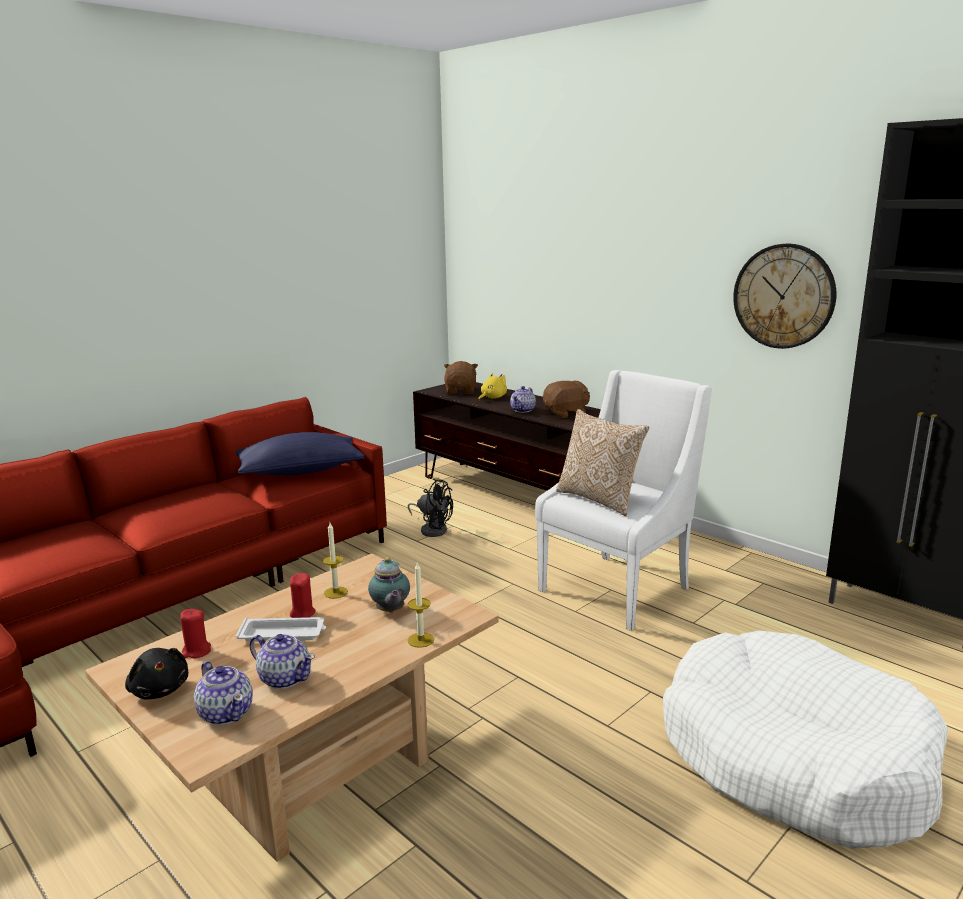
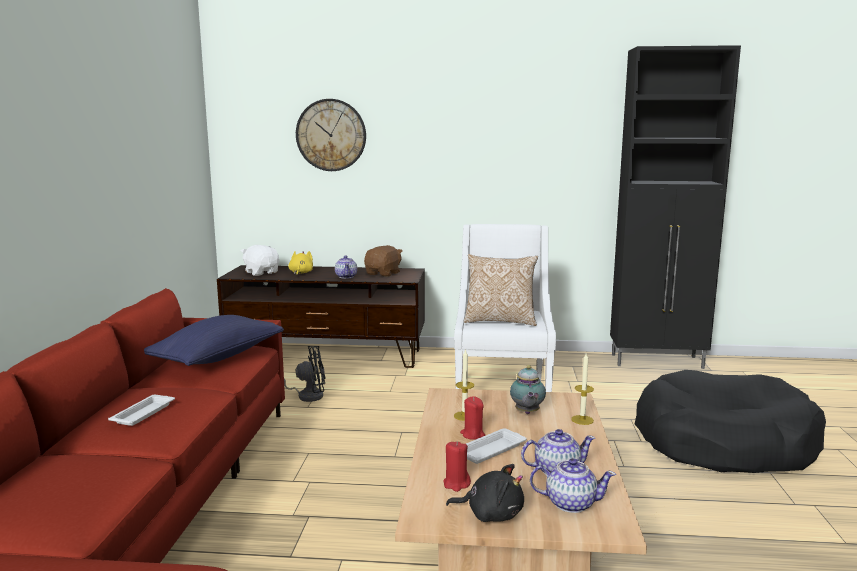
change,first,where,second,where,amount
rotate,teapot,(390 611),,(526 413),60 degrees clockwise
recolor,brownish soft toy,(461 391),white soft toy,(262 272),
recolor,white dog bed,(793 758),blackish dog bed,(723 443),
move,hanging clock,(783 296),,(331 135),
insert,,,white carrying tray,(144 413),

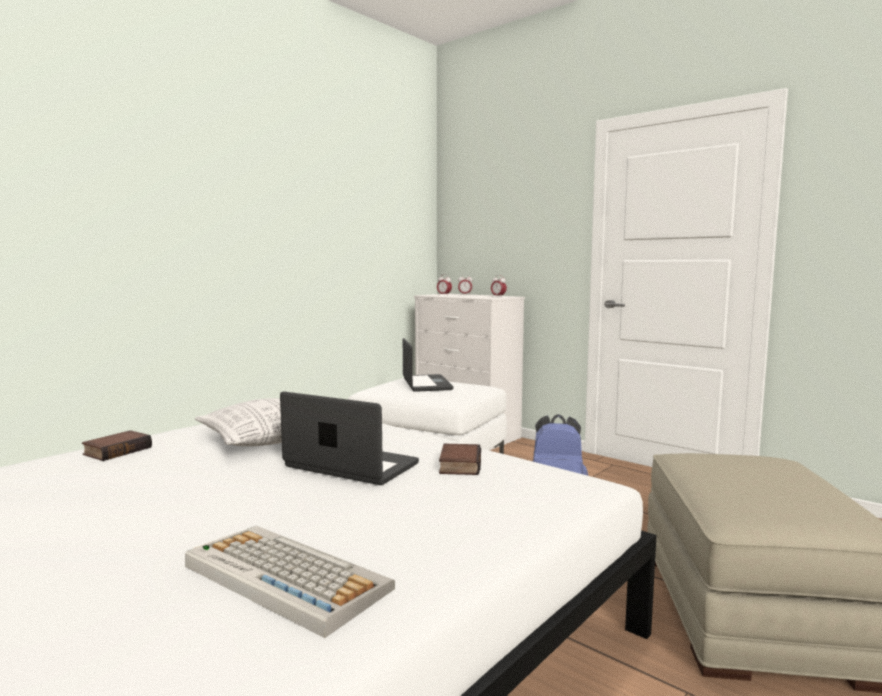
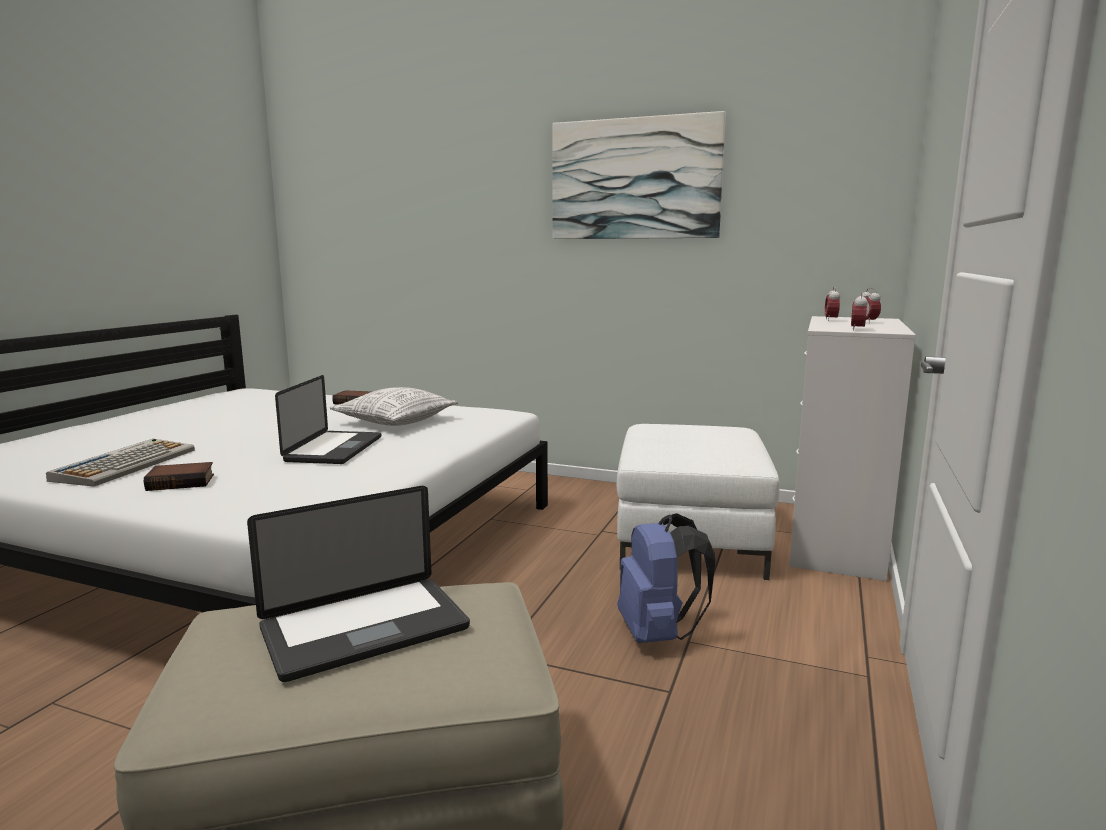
change,first,where,second,where,amount
move,notebook computer,(426 384),,(365 629),
move,bound book,(458 464),,(182 482),
insert,,,wall art,(635 179),

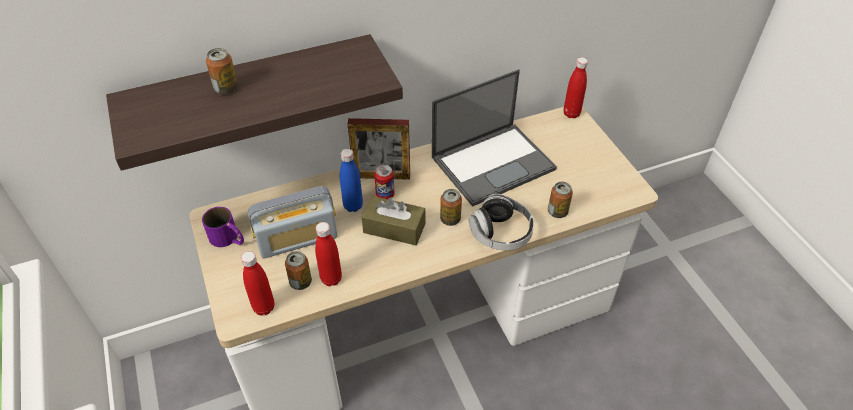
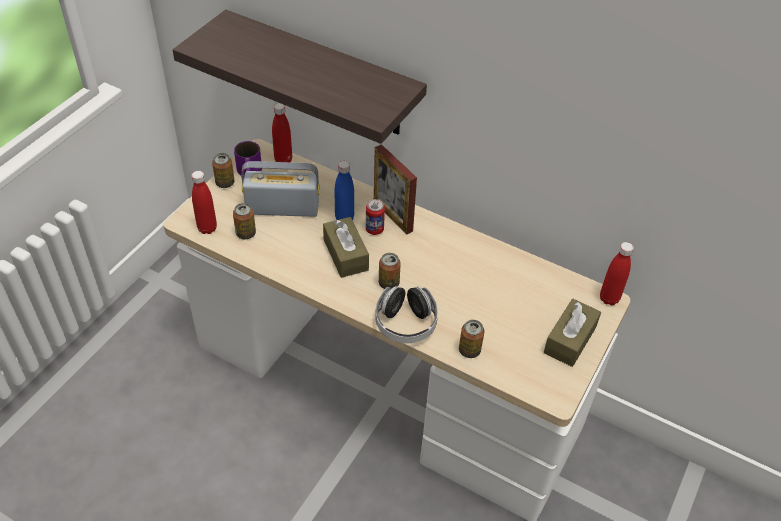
change,first,where,second,where,amount
move,metal can,(226 89),,(225 183),
rotate,radio,(297 239),,(282 208),150 degrees clockwise
move,red-coloured bottle,(331 279),,(283 160),
delete,notebook computer,(494 162),,,
insert,,,brownish tissue box,(570 340),

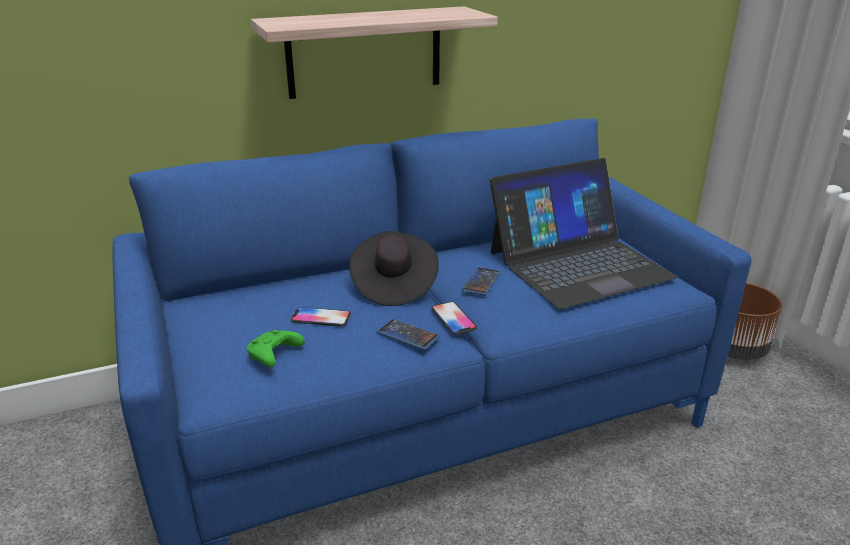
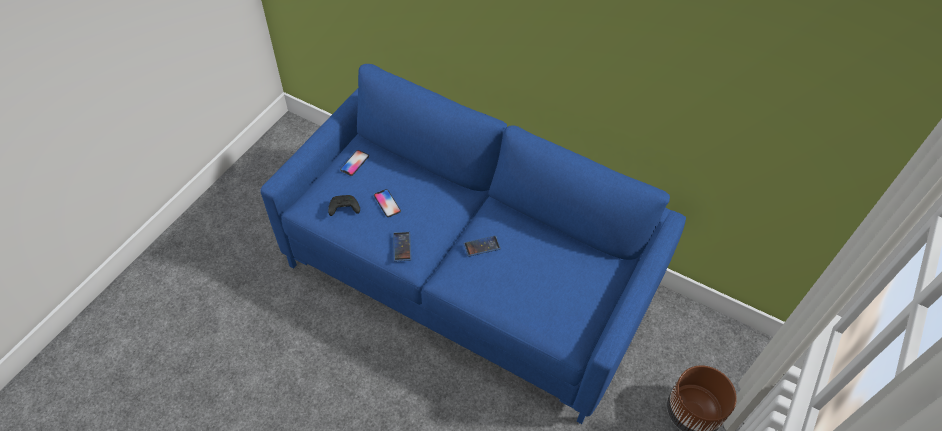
change,first,where,second,where,amount
recolor,greenish gamepad,(274 356),blackish gamepad,(343 209),
delete,shelf,(364 52),,,
delete,blackish clothing hat,(393 285),,,
move,phone,(453 319),,(354 163),
delete,notebook computer,(578 264),,,

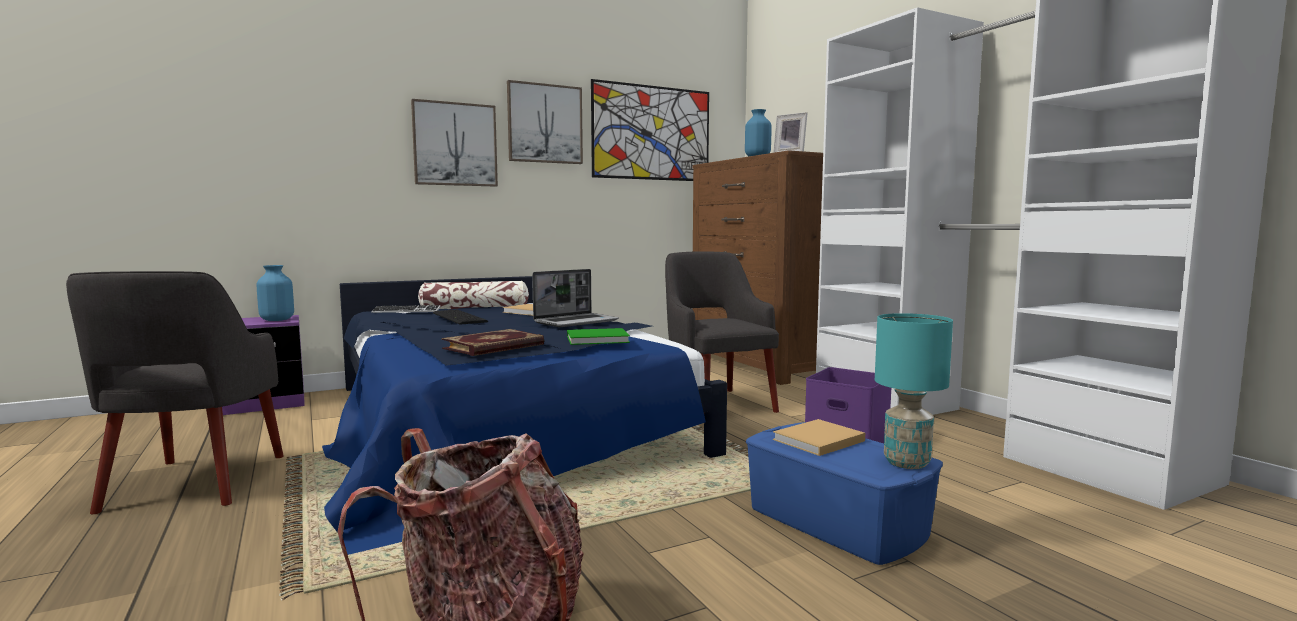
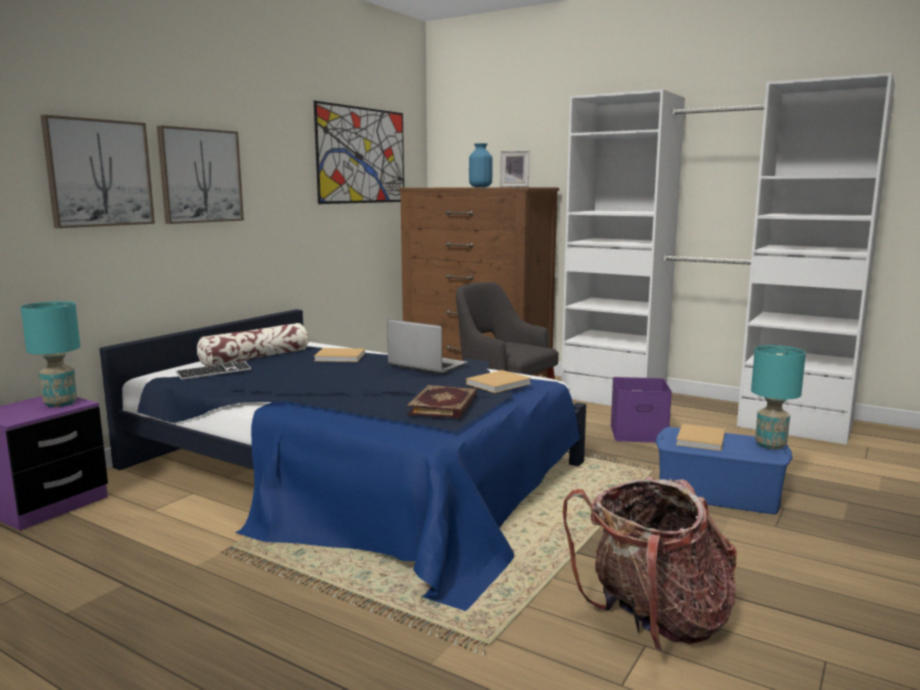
change,first,where,second,where,amount
delete,greyish armchair,(194 483),,,
replace,blue-coloured vase,(277 320),turquoise-coloured lamp for a table,(61 403),
delete,computer keyboard,(460 317),,,
move,wall art,(545 124),,(99 173),
rotate,notebook computer,(576 322),,(426 365),75 degrees counterclockwise
recolor,greenish bound book,(599 339),beige bound book,(500 383),

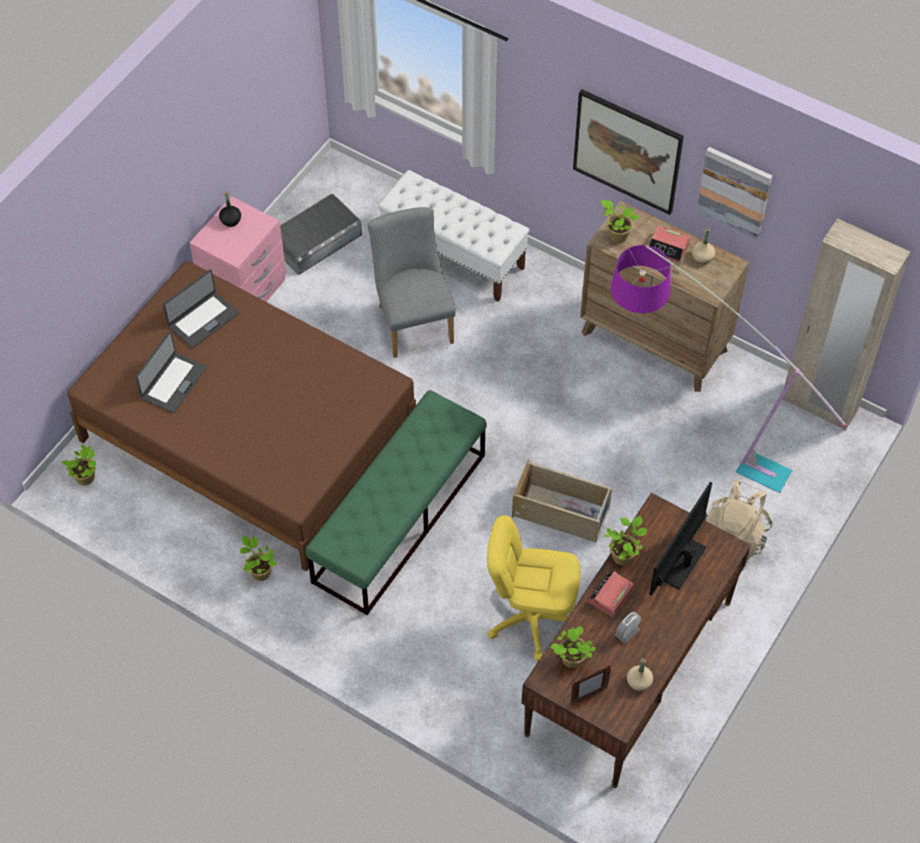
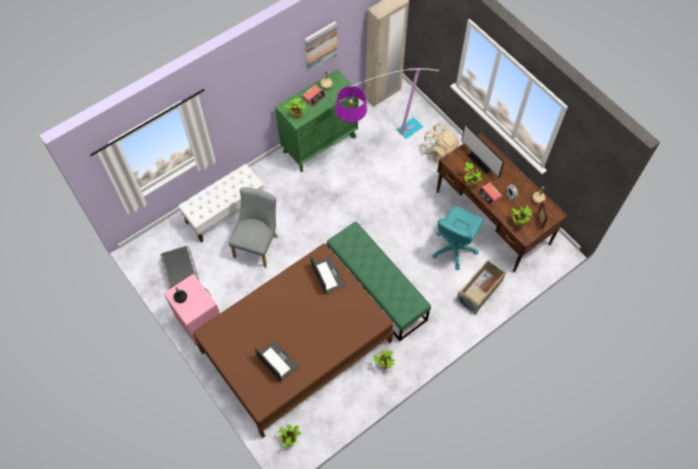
change,first,where,second,where,amount
move,notebook computer,(202 319),,(327 275),
rotate,greyish chair,(413 320),,(258 244),105 degrees clockwise
recolor,yellow desk chair,(531 618),turquoise-coloured desk chair,(453 248),
move,beige storage box,(561 512),,(479 290),
delete,wall art,(627 151),,,
recolor,brownish drawer chest,(654 341),greenish drawer chest,(319 144),

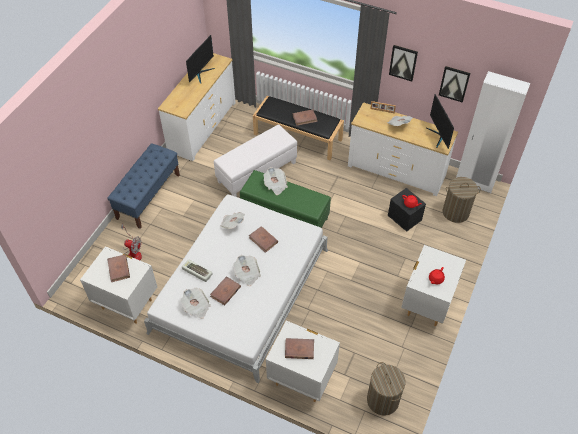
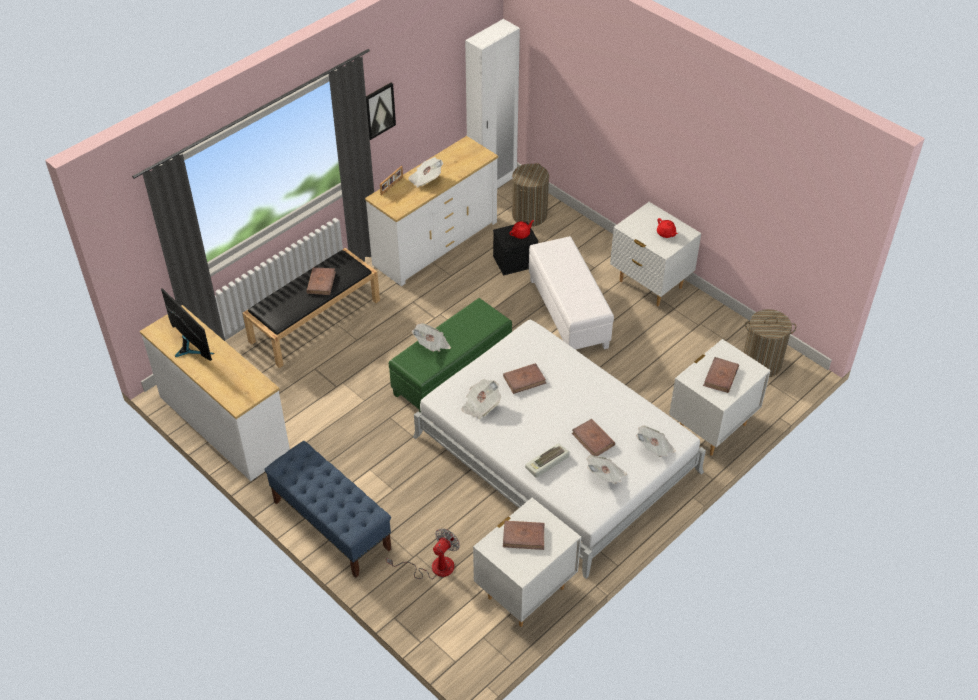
change,first,where,second,where,amount
move,white footrest,(257 172),,(567 313),
move,newspaper,(247 274),,(654 448),
delete,monitor,(439 136),,,
delete,wall art,(454 83),,,

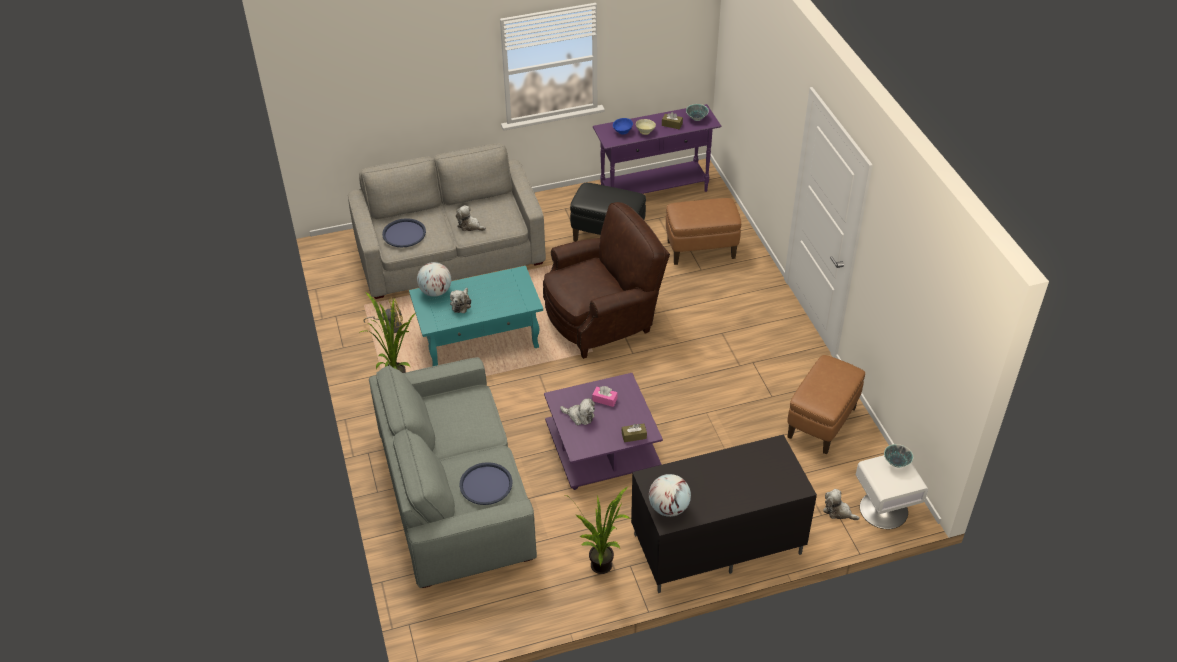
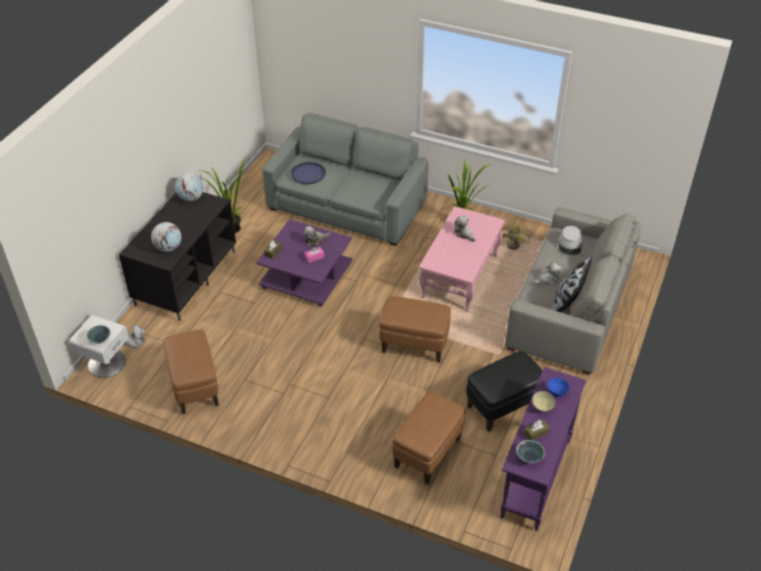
change,first,where,second,where,amount
replace,blue-coloured carrying tray,(404 234),greyish clothing hat,(570 244),
recolor,turquoise-coloured lounge table,(480 339),pink lounge table,(460 276),
move,globe,(435 292),,(168 248),
replace,brownish armchair,(603 318),brownish footrest,(414 345),
insert,,,pillow,(567 301),

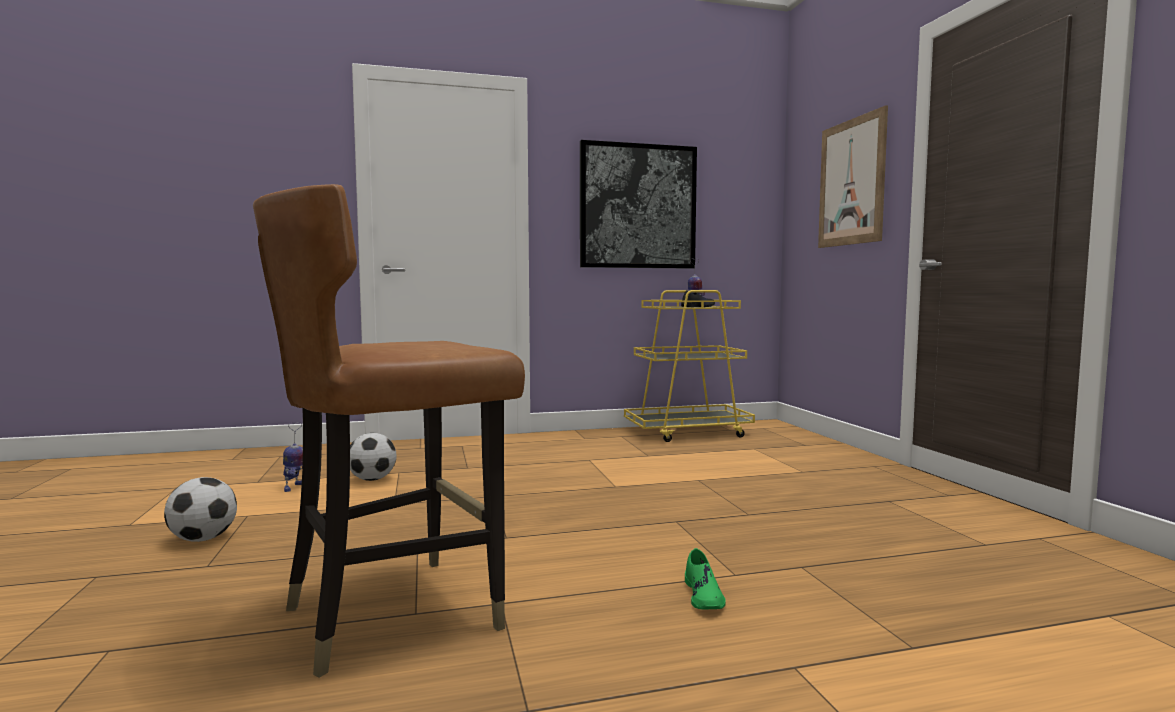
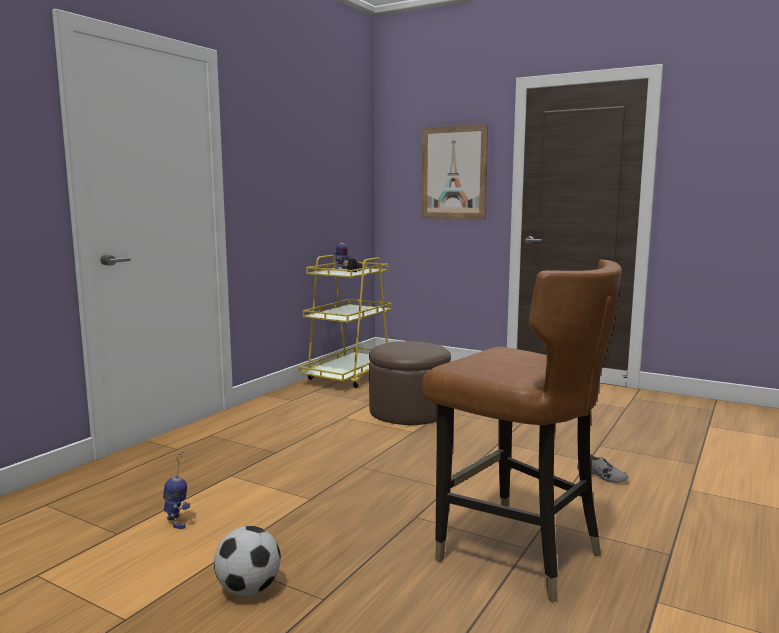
change,first,where,second,where,amount
rotate,brownish chair,(395 612),,(517 553),60 degrees counterclockwise
delete,football ball,(372 479),,,
delete,wall art,(638 206),,,
recolor,greenish low shoe,(703 595),greyish low shoe,(602 476),
insert,,,brownish footrest,(409 411),

